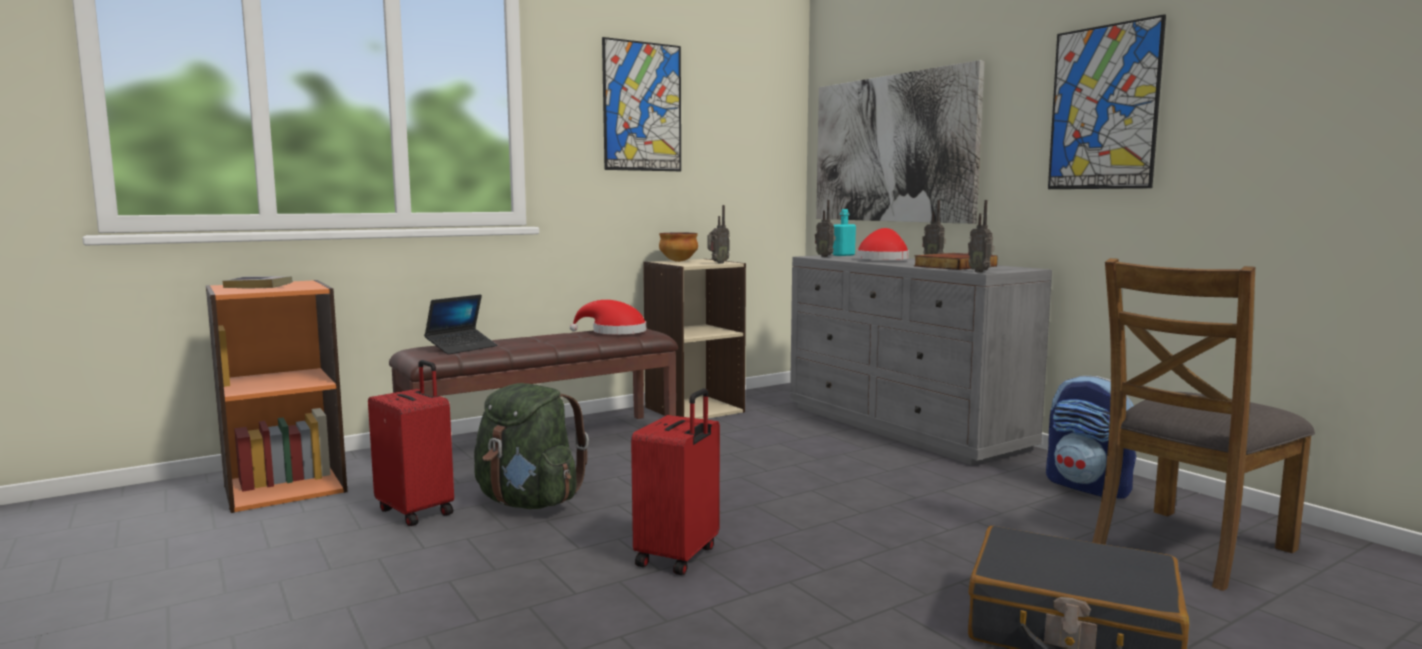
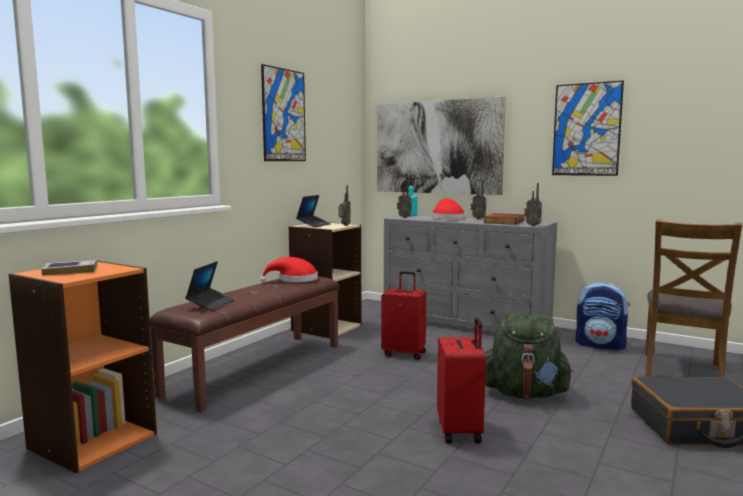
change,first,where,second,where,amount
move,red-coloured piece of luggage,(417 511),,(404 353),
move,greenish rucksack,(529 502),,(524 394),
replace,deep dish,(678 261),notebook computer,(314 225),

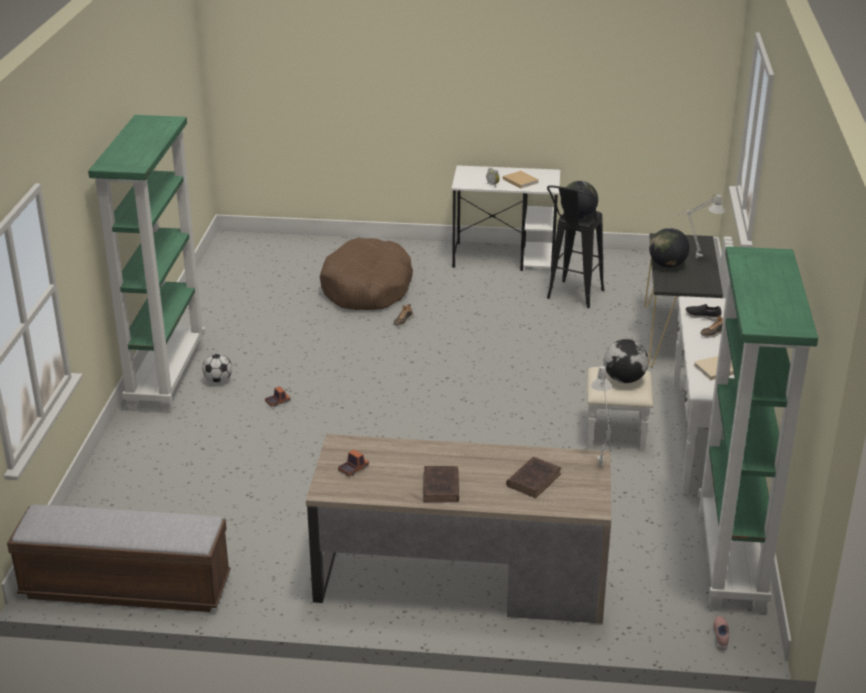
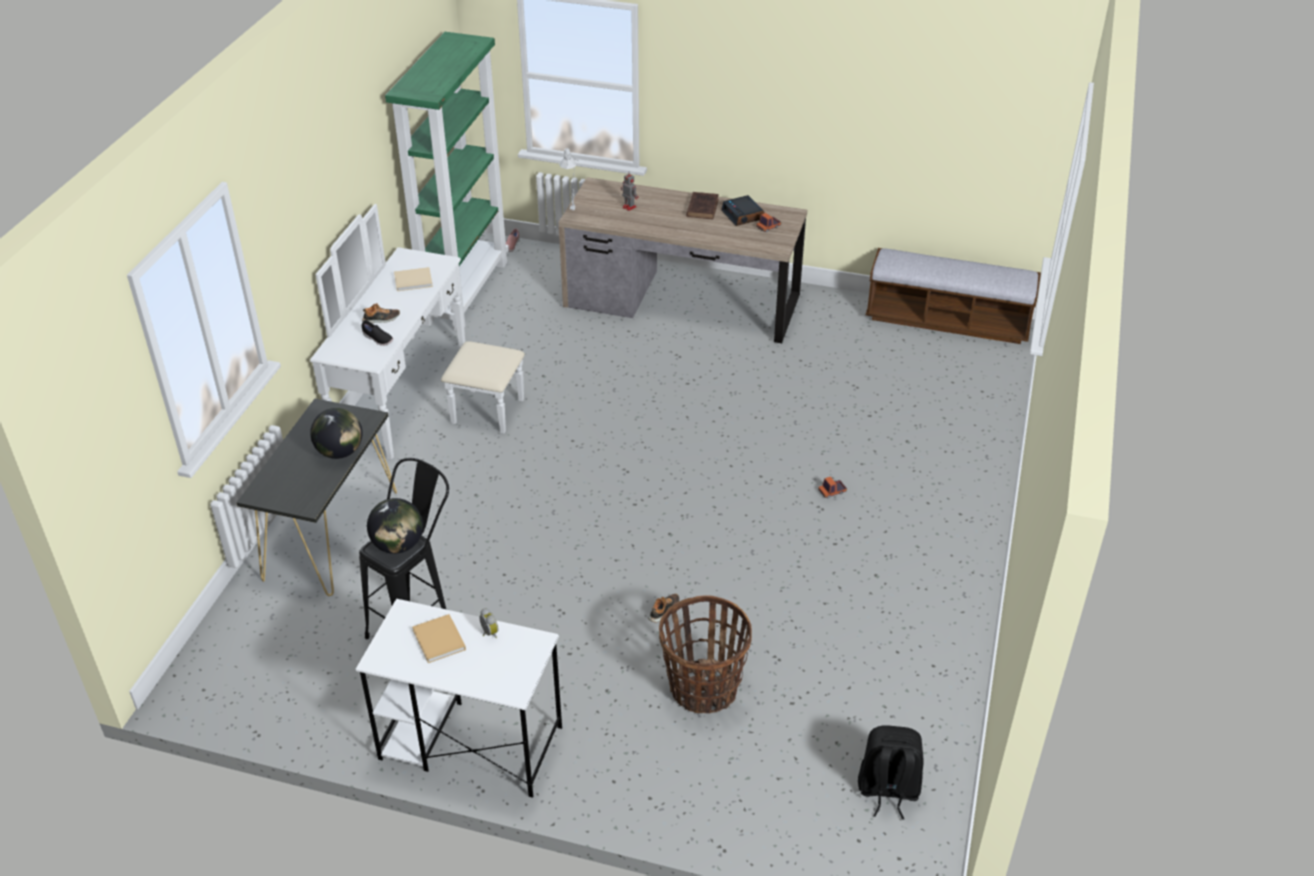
change,first,where,second,where,amount
delete,greenish bookshelf,(166 376),,,
delete,football ball,(218 380),,,
replace,brownish dog bed,(367 289),storage basket,(703 689),
replace,brownish bound book,(534 479),robot figure,(629 207),
delete,globe,(624 379),,,
delete,greyish lamp for a table,(693 257),,,
insert,,,table clock,(743 215),
insert,,,blackish rucksack,(887 790),

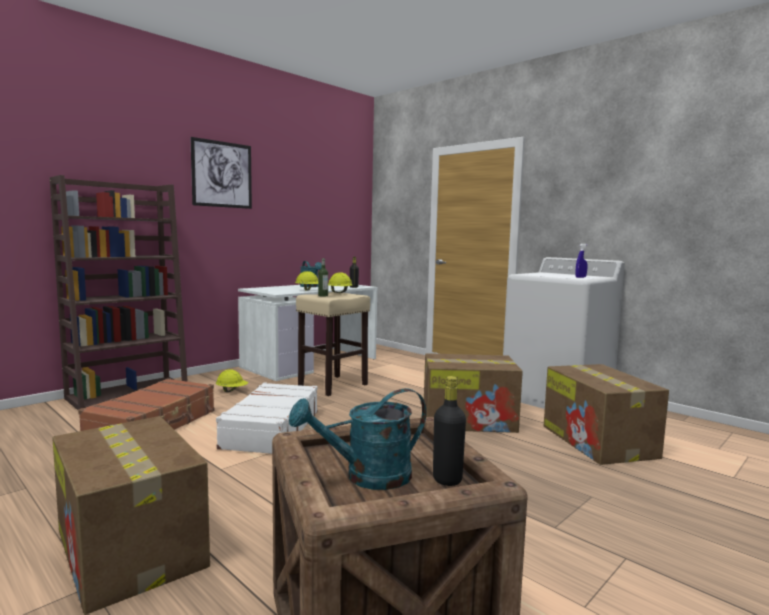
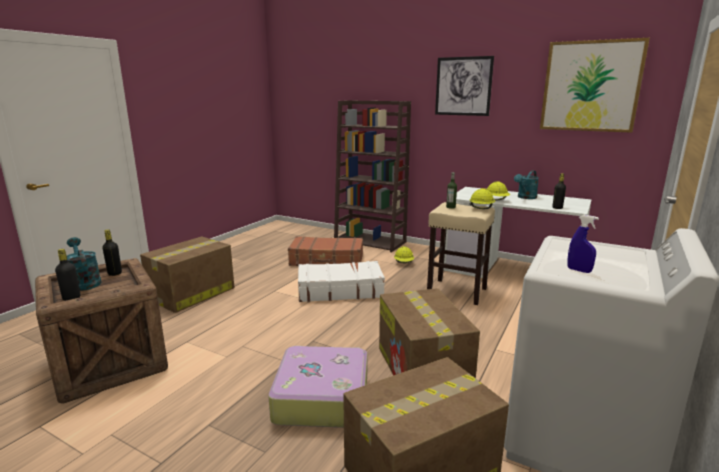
change,first,where,second,where,amount
insert,,,blackish bottle,(115 273),
insert,,,piece of luggage,(321 397),
insert,,,wall art,(590 86),

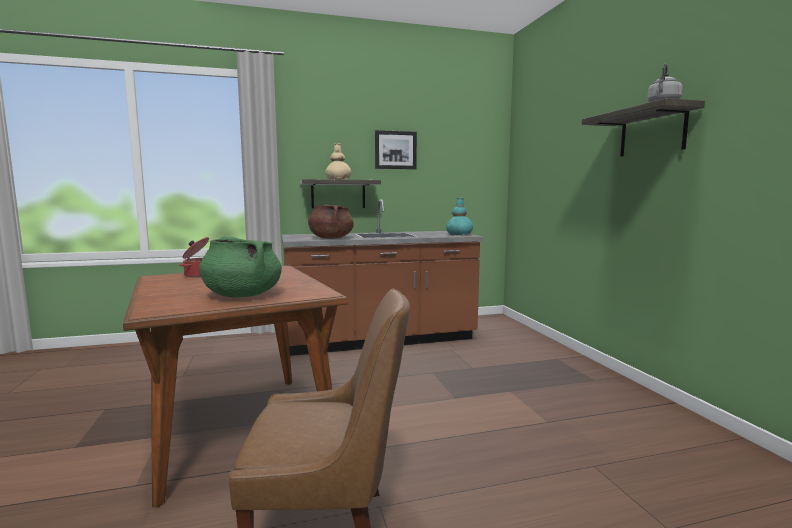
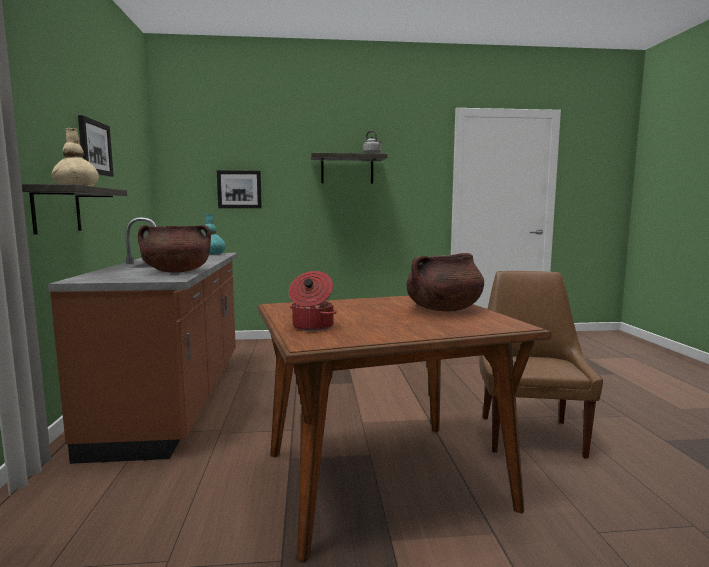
change,first,where,second,where,amount
recolor,greenish saucepot,(242 295),brownish saucepot,(443 309),
insert,,,wall art,(239 189),

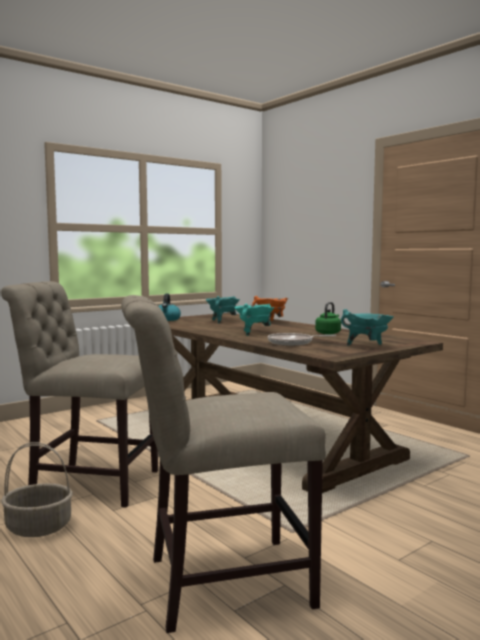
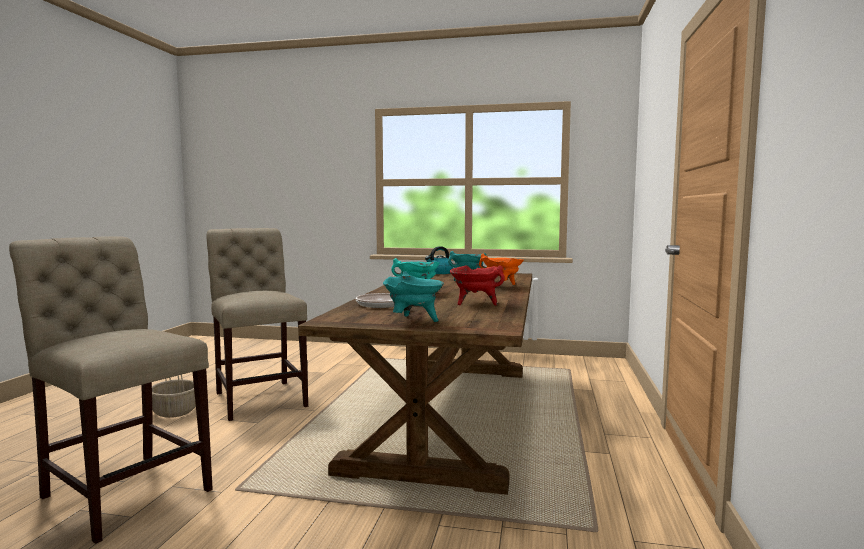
change,first,where,second,where,amount
replace,greenish kettle,(328 333),red-coloured saucepot,(475 303),

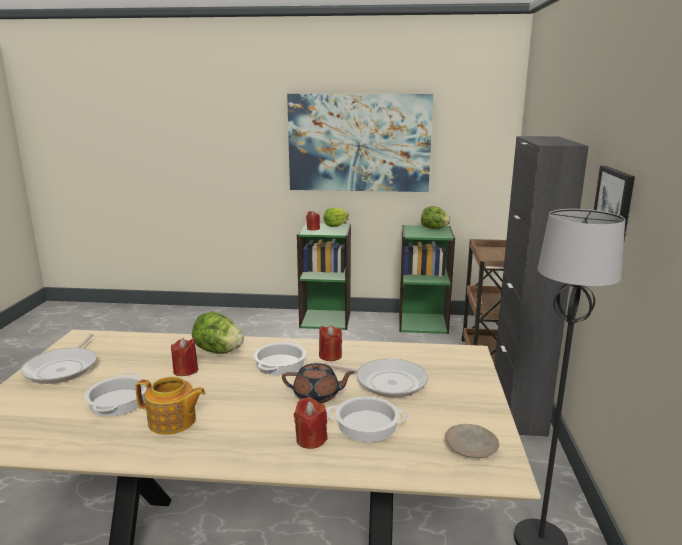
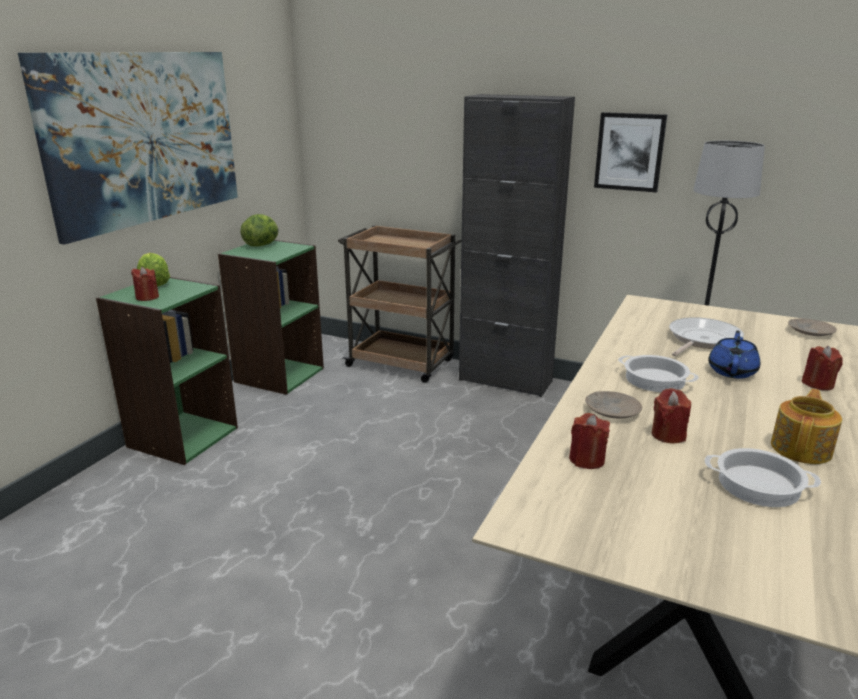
change,first,where,second,where,amount
delete,frying pan,(64 368),,,
replace,lettuce,(218 351),beige flat dish,(611 410),
recolor,brownish teapot,(317 396),blue-coloured teapot,(732 371),
move,red-coloured candle,(330 356),,(587 460),
delete,saucepot,(367 424),,,

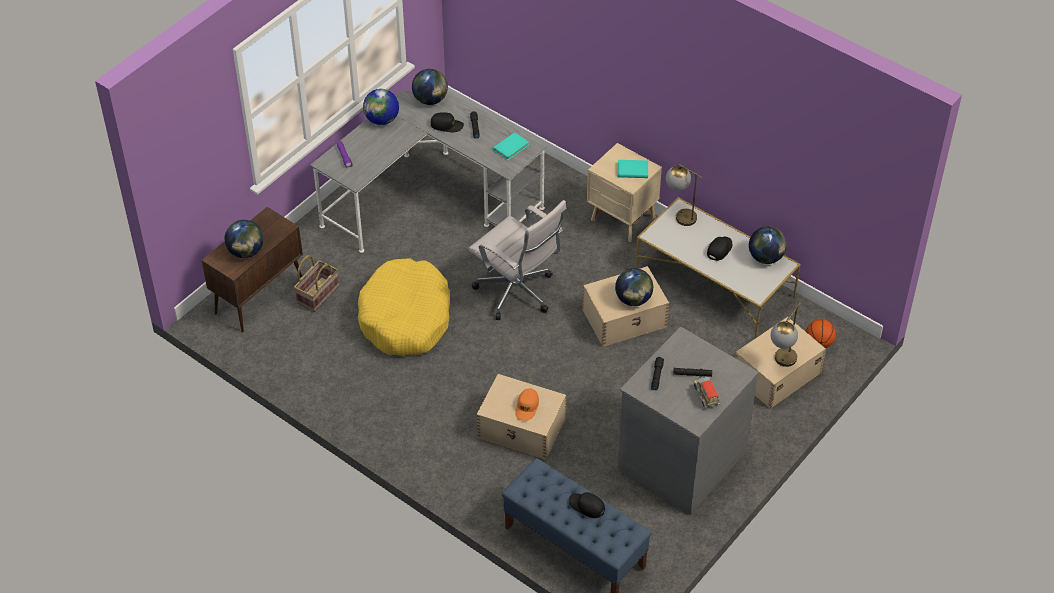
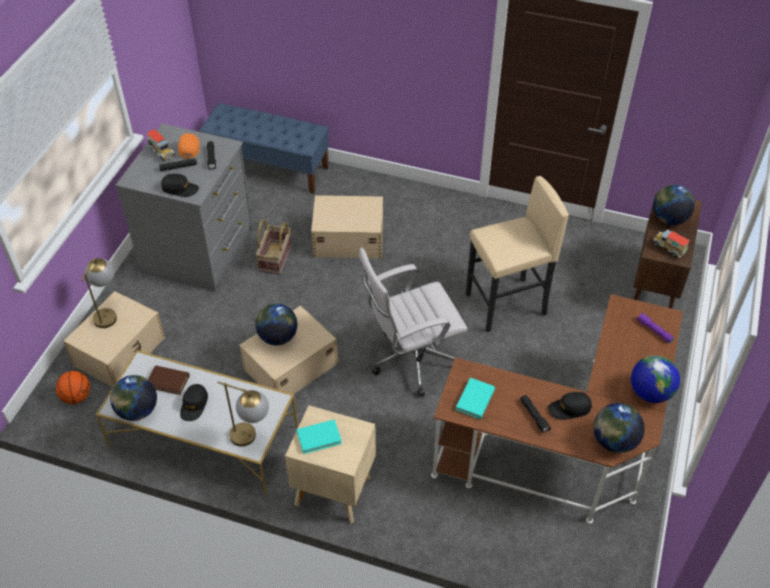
change,first,where,second,where,amount
move,storage basket,(317 294),,(276 259),
recolor,greyish desk,(430 198),brownish desk,(566 447),
replace,yellow dog bed,(405 318),beige sitting stool,(506 305),
rotate,white desk chair,(518 294),,(410 361),45 degrees counterclockwise
move,orange baseball cap,(527 407),,(189 147),
move,blackish baseball cap,(586 506),,(180 189),
insert,,,brownish bound book,(168 381),
insert,,,toy truck,(668 248),

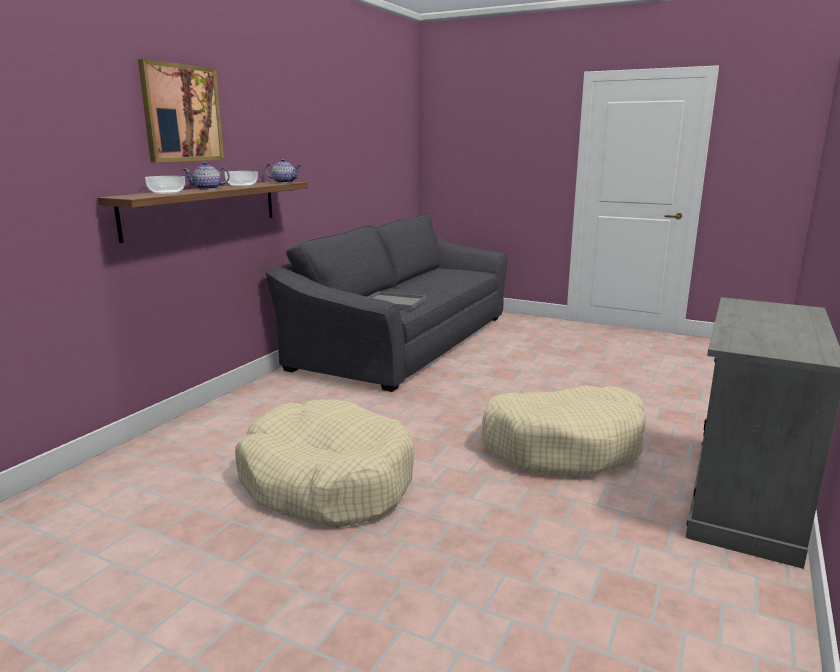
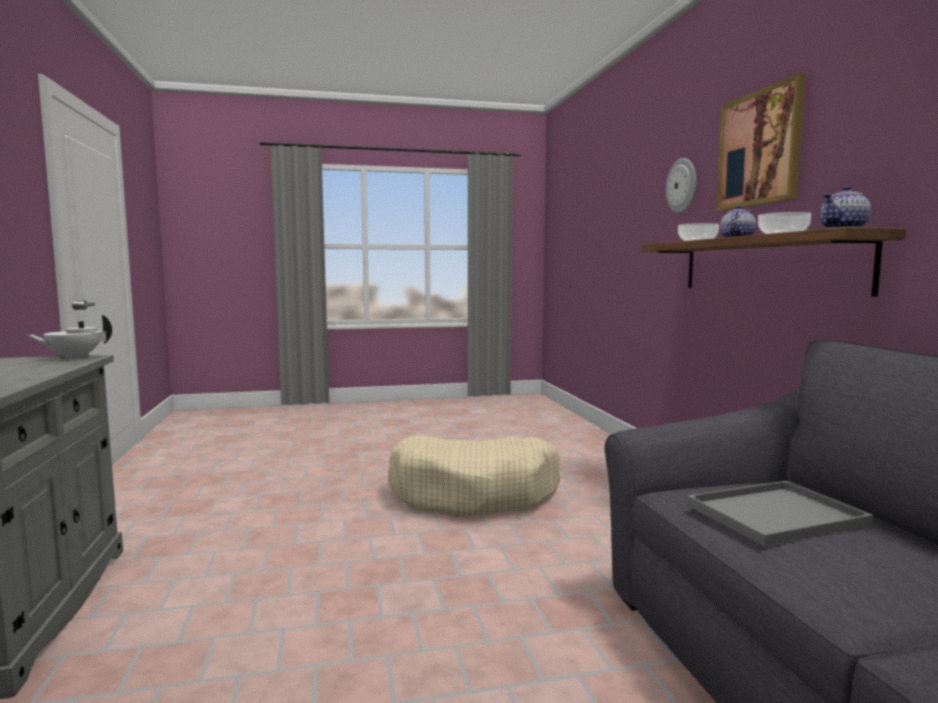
change,first,where,second,where,amount
delete,beige dog bed,(564 446),,,
insert,,,white teapot,(74 358),
insert,,,hanging clock,(682 185),

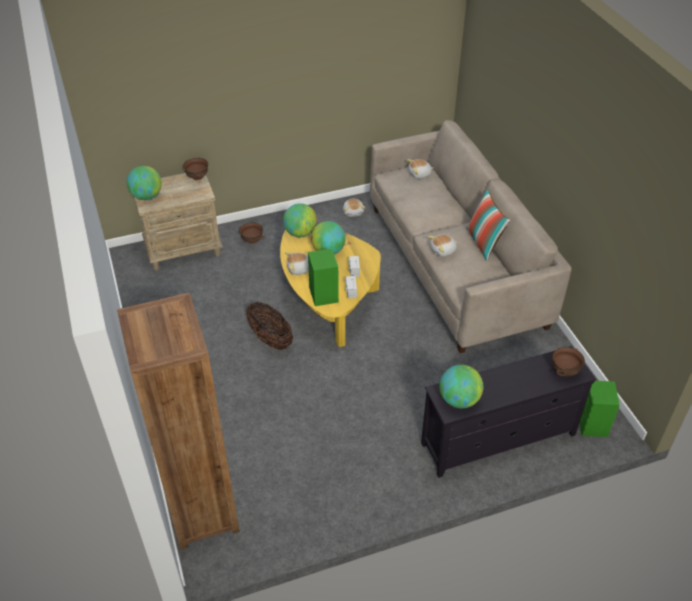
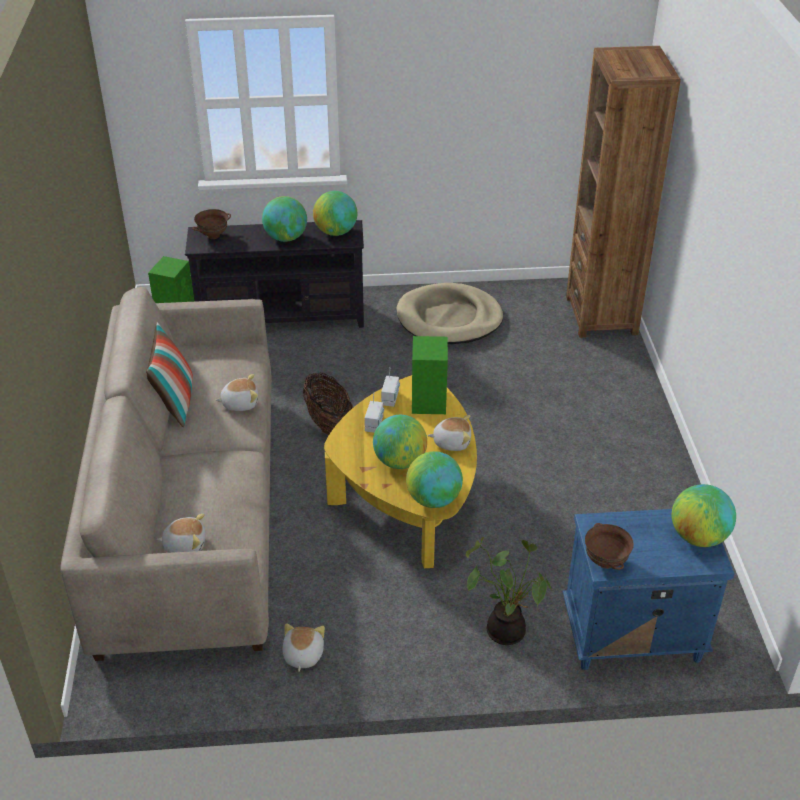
change,first,where,second,where,amount
recolor,beige nightstand,(184 249),blue-coloured nightstand,(631 636),
replace,brownish deep dish,(252 241),potted plant,(506 628),
move,storage basket,(270 339),,(329 424),
insert,,,globe,(286 238),
insert,,,beige dog bed,(449 318),

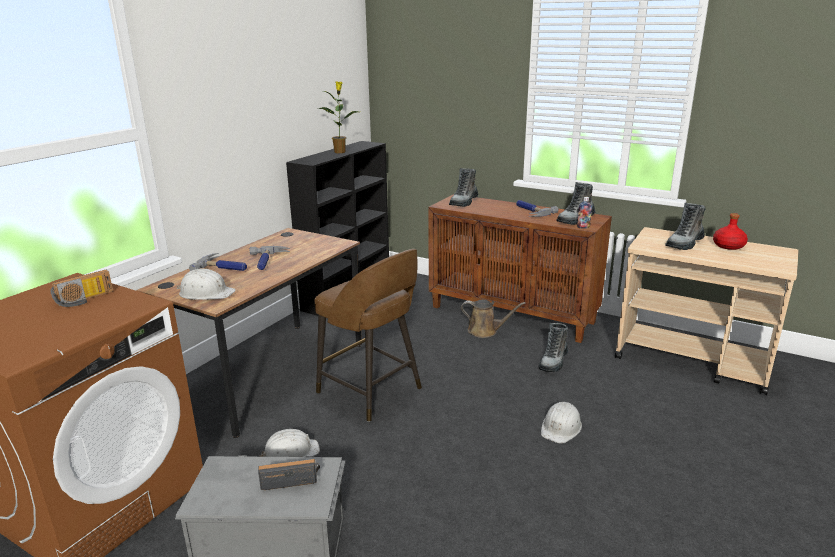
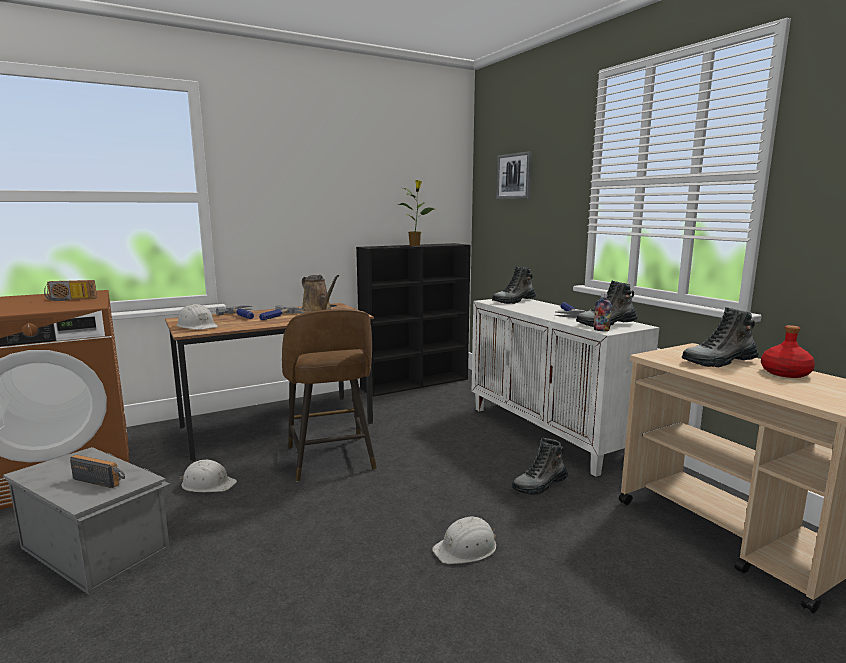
change,first,where,second,where,amount
recolor,brownish storage cabinet,(513 314),white storage cabinet,(549 433),
move,brownish watering can,(485 331),,(318 309),
insert,,,wall art,(514 176),

